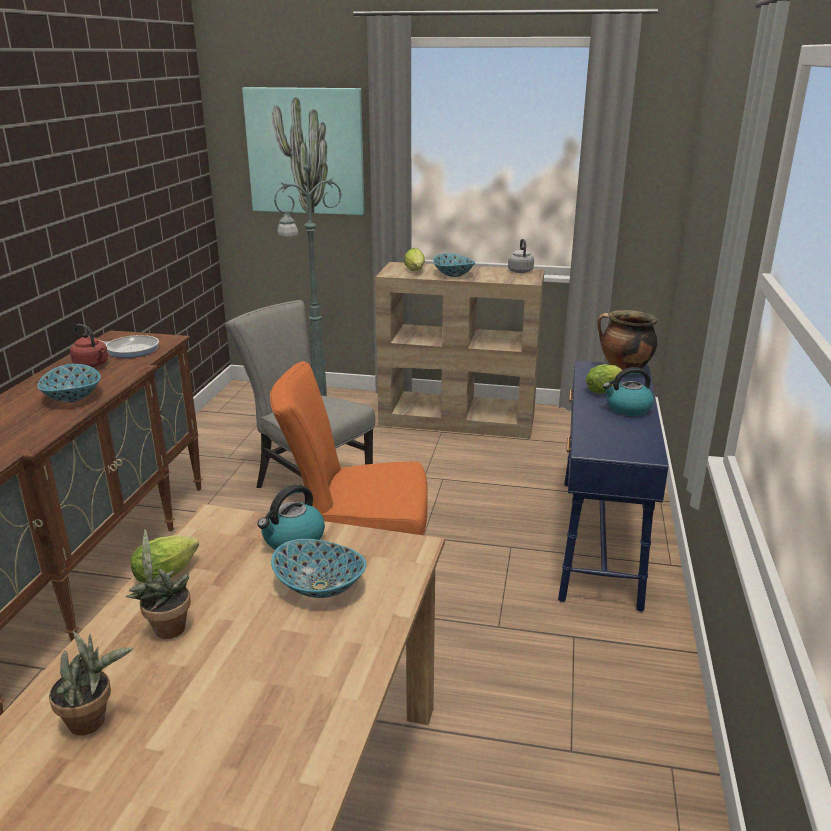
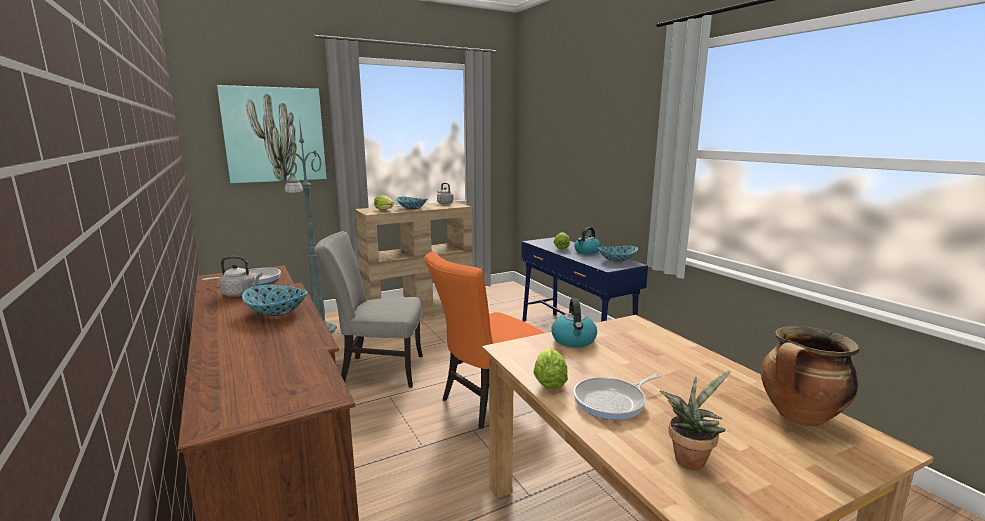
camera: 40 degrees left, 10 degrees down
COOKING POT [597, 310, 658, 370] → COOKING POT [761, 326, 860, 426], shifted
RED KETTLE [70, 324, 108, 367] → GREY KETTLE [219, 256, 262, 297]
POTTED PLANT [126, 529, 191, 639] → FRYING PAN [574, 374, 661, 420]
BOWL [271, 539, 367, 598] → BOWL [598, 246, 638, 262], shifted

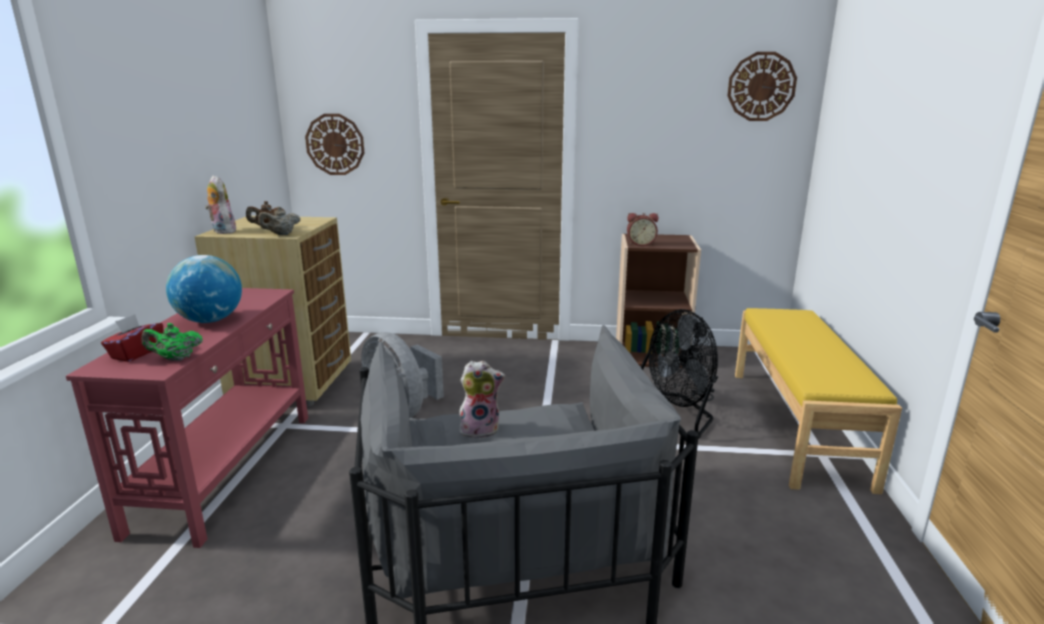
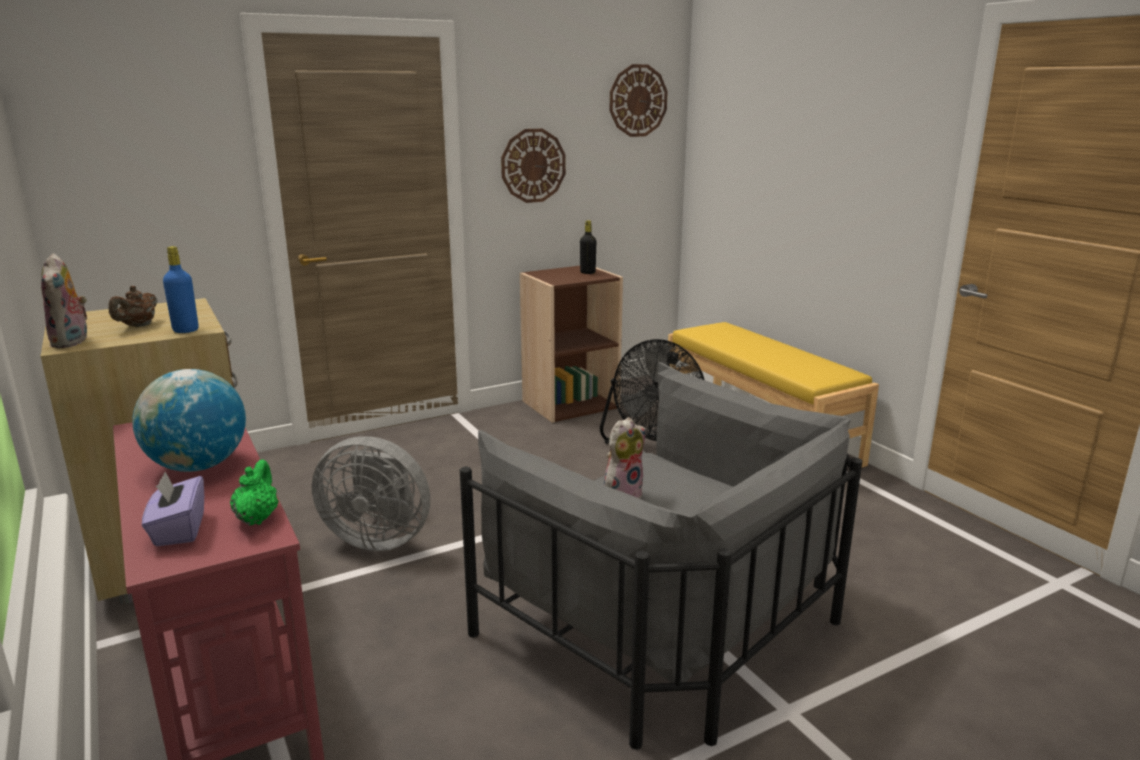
camera: 35 degrees left, 0 degrees up
WALL CLOCK [305, 114, 364, 175] → WALL CLOCK [501, 129, 566, 203], shifted
PLUSH TOY [205, 175, 236, 234] → PLUSH TOY [41, 253, 91, 348], 120 degrees counterclockwise
BEIGE TEAPOT [258, 207, 300, 235] → BLUE BOTTLE [163, 246, 199, 333]
ALARM CLOCK [627, 213, 658, 246] → -
RED TISSUE BOX [101, 314, 163, 362] → PURPLE TISSUE BOX [142, 472, 204, 546]
GREEN TEAPOT [141, 323, 203, 361] → GREEN TEAPOT [230, 460, 279, 525], 135 degrees clockwise
- → BLACK BOTTLE [580, 220, 596, 274]

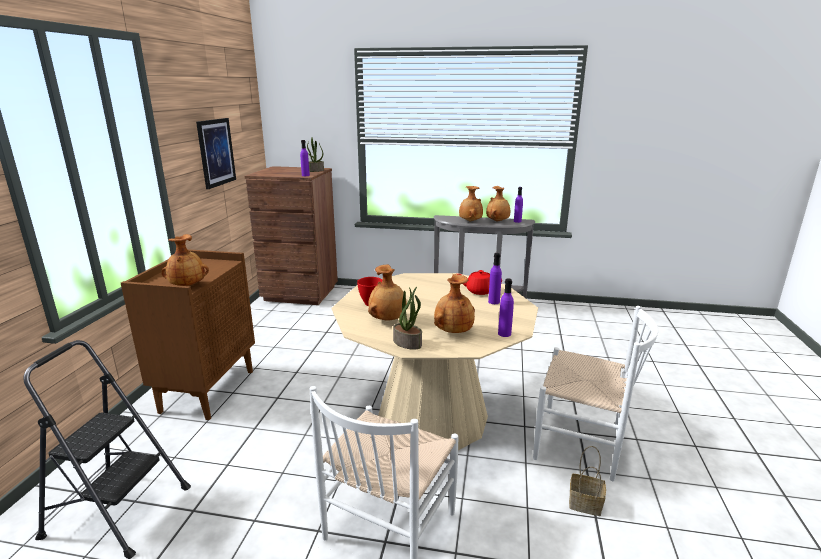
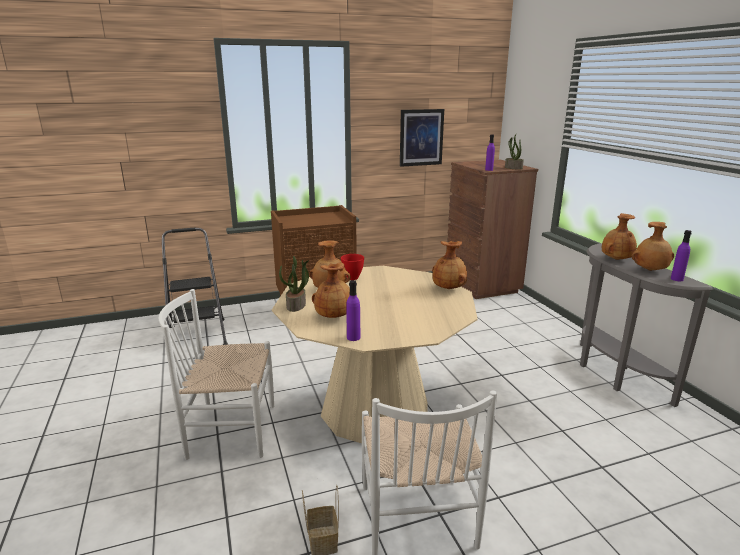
camera: 60 degrees right, 0 degrees up
BROWN VASE [161, 234, 209, 286] → BROWN VASE [432, 241, 467, 289], shifted
PURPLE BOTTLE [488, 253, 502, 304] → -
RED TEAPOT [459, 270, 502, 295] → -

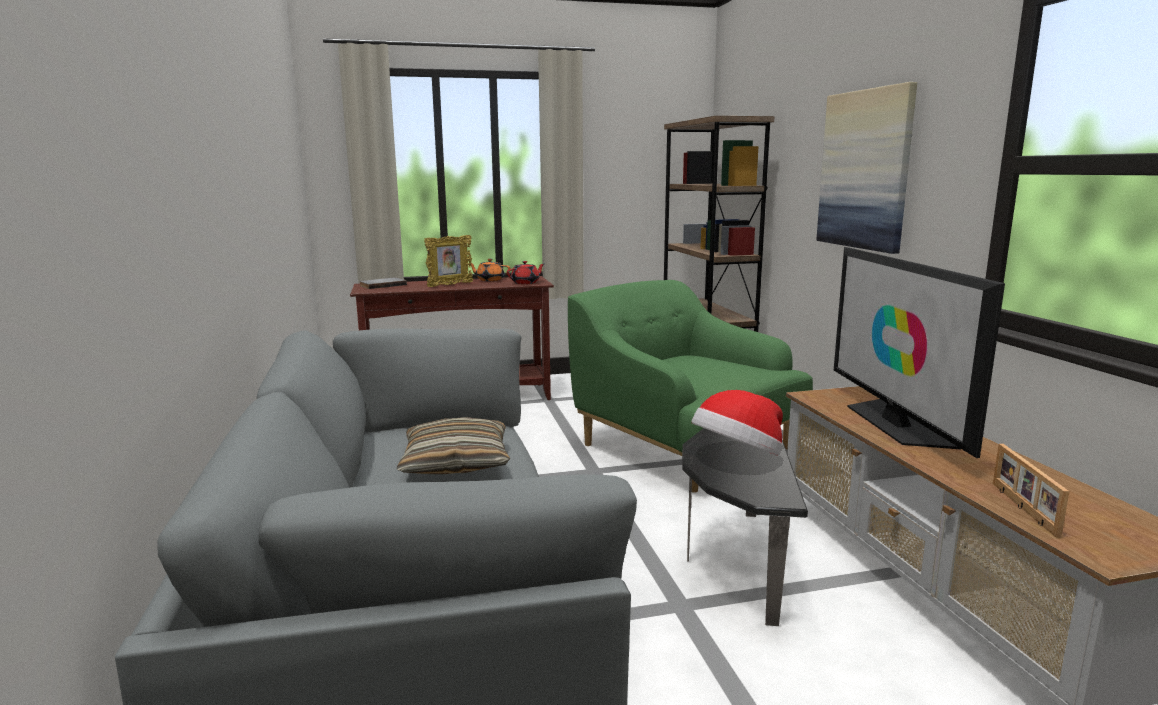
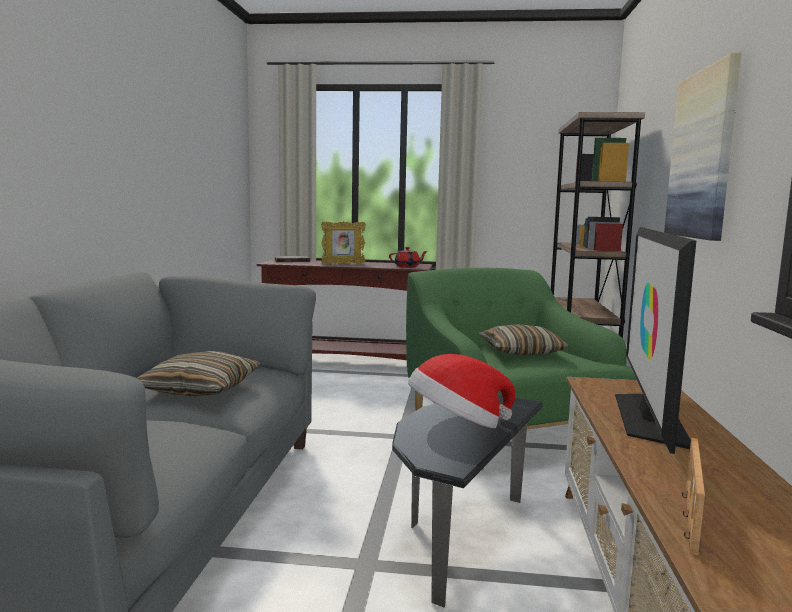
camera: 20 degrees right, 5 degrees down
ORANGE TEAPOT [471, 259, 510, 281] → -
- → PILLOW [479, 324, 568, 355]

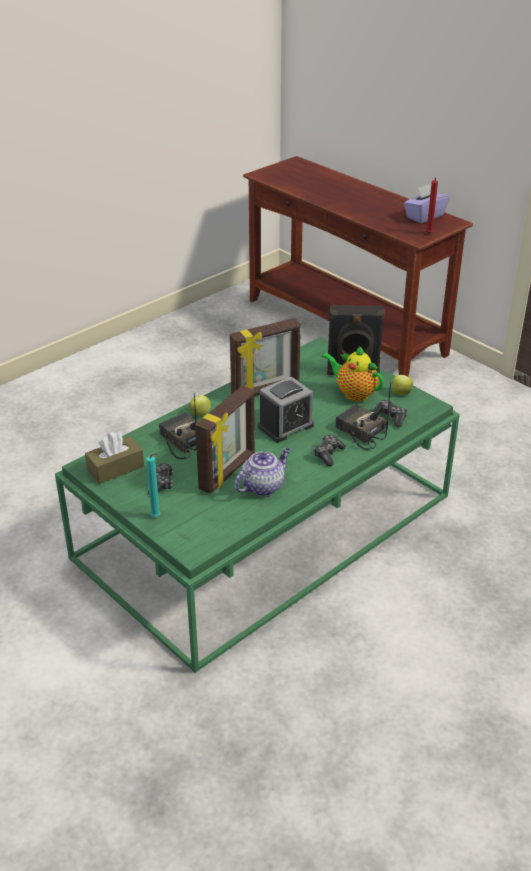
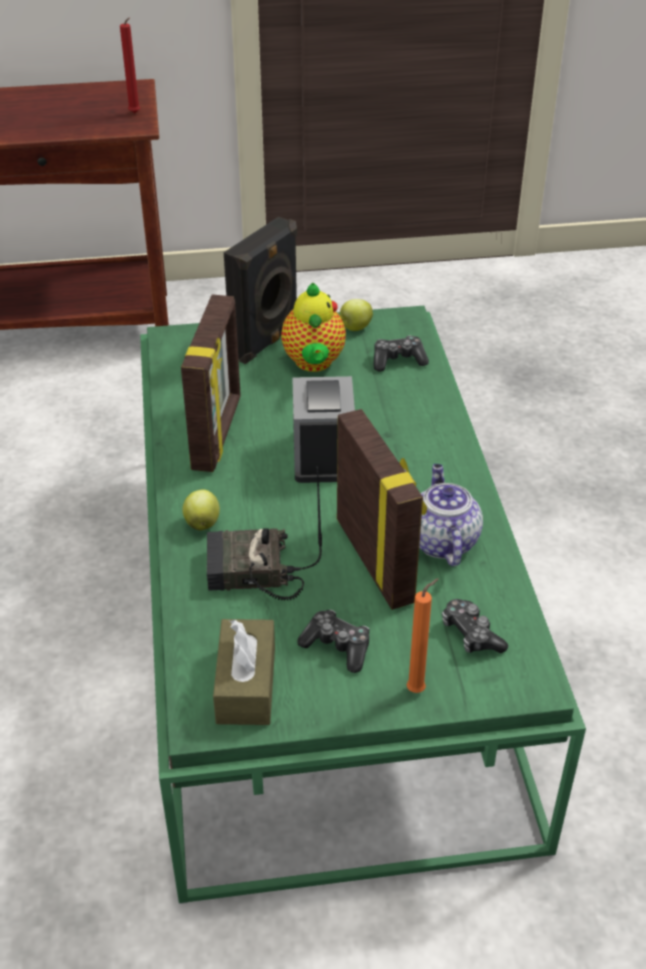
camera: 55 degrees left, 5 degrees up
PURPLE TISSUE BOX [404, 184, 450, 223] → -
TEAPOT [322, 346, 383, 401] → TEAPOT [281, 283, 346, 372], 75 degrees counterclockwise
RADIO [336, 382, 391, 450] → -
GAME CONTROLLER [314, 435, 346, 466] → GAME CONTROLLER [442, 599, 508, 653], shifted
TURQUOISE CANDLE [146, 453, 161, 517] → ORANGE CANDLE [407, 579, 438, 693]

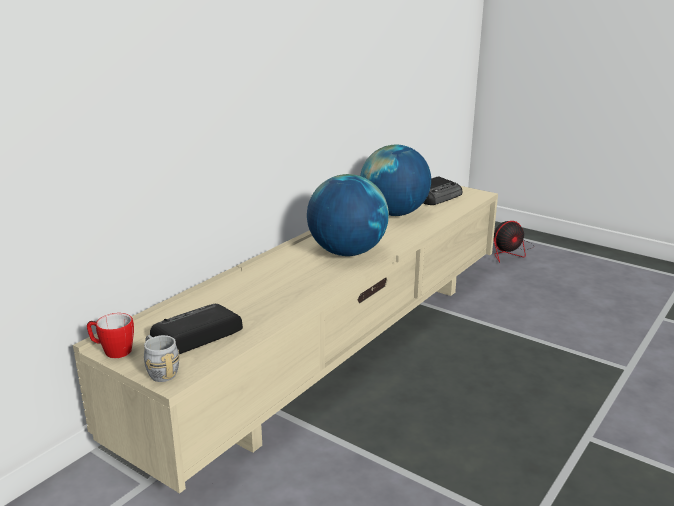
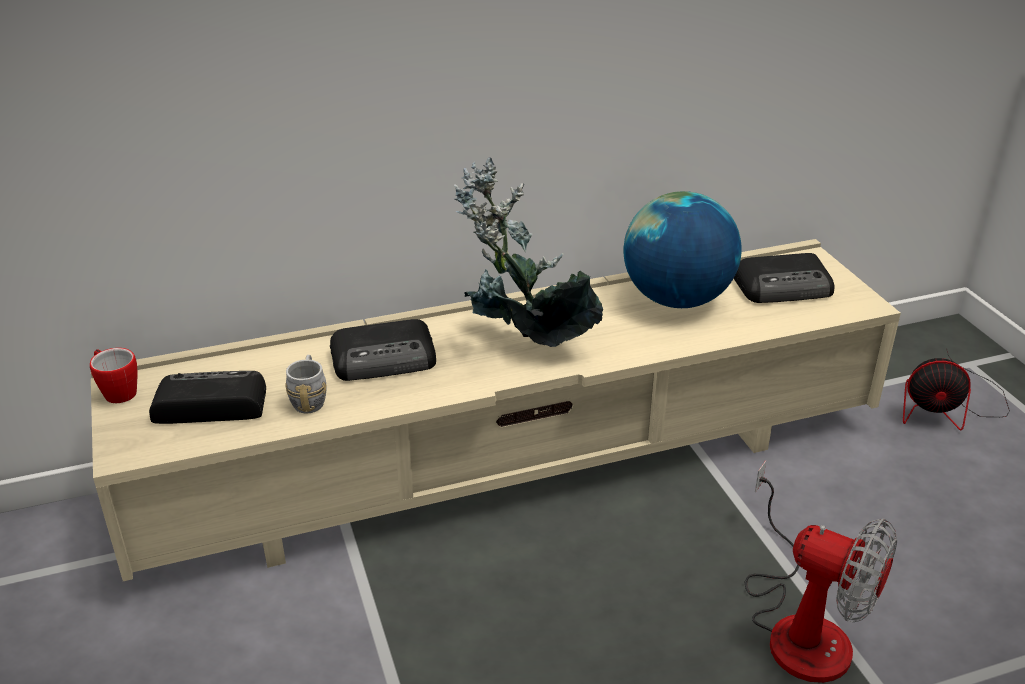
camera: 35 degrees right, 10 degrees up
GLOBE [307, 174, 389, 256] → POTTED PLANT [453, 157, 603, 347]
GREY MUG [144, 335, 180, 382] → GREY MUG [286, 355, 327, 413], shifted
- → RADIO [330, 319, 436, 381]
- → FAN [745, 460, 897, 683]

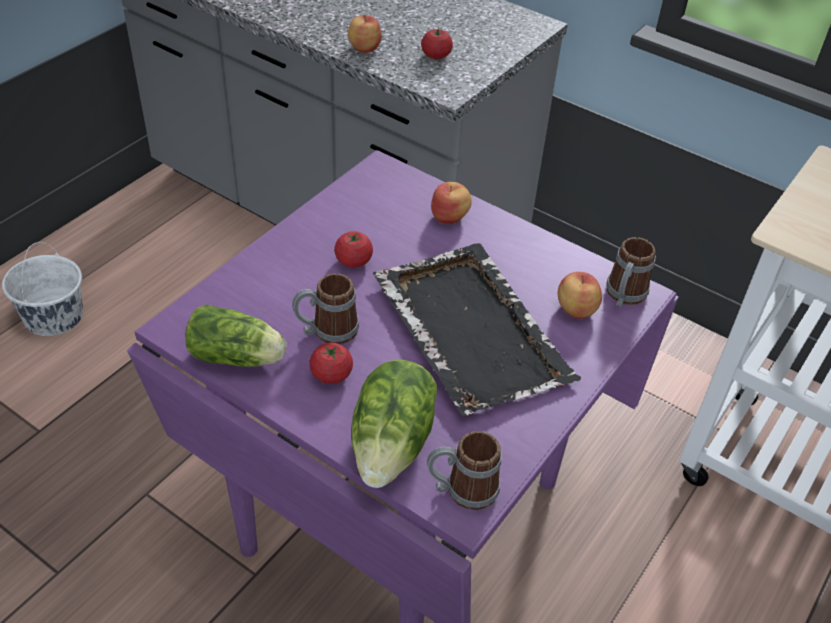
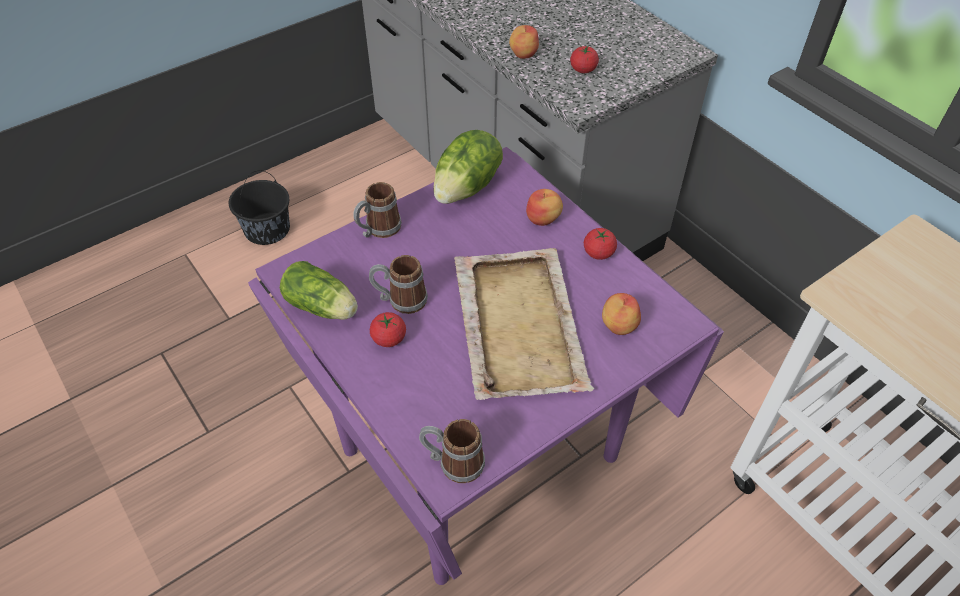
camera: 20 degrees right, 5 degrees up
TOMATO [334, 231, 373, 268] → TOMATO [584, 228, 617, 260], shifted
MUG [606, 237, 656, 307] → MUG [353, 182, 402, 238], shifted
WHITE BUCKET [2, 242, 83, 336] → BLACK BUCKET [228, 170, 290, 245]
BLACK TRAY [373, 243, 581, 416] → BEIGE TRAY [454, 248, 594, 400]
LETTUCE [351, 360, 437, 488] → LETTUCE [433, 130, 503, 204], shifted

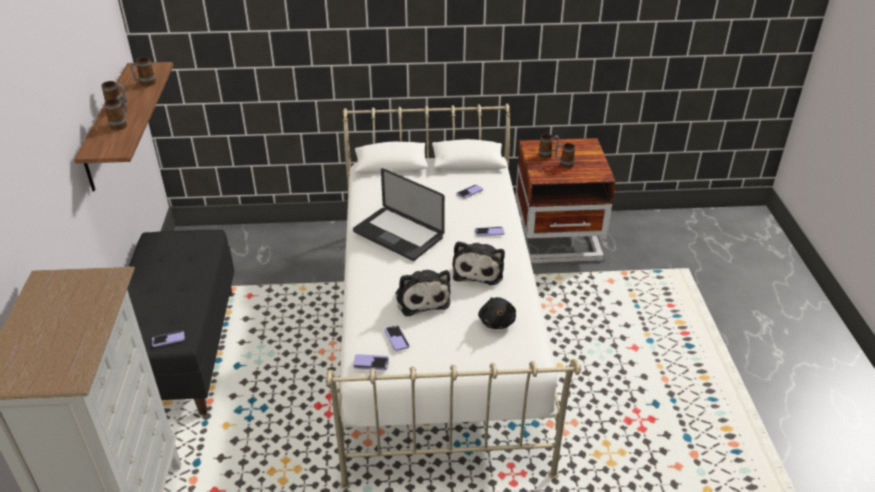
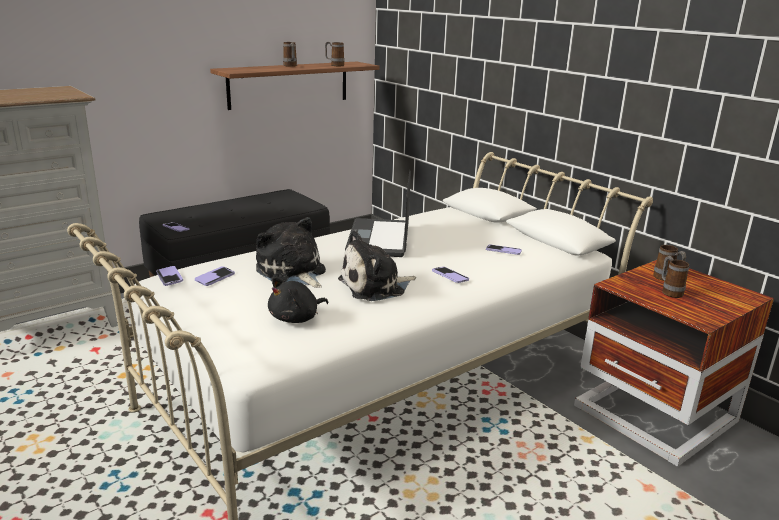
camera: 55 degrees right, 15 degrees down
MUG [104, 95, 127, 130] → -
PLUSH TOY [395, 270, 451, 317] → PLUSH TOY [256, 217, 326, 288], 105 degrees clockwise

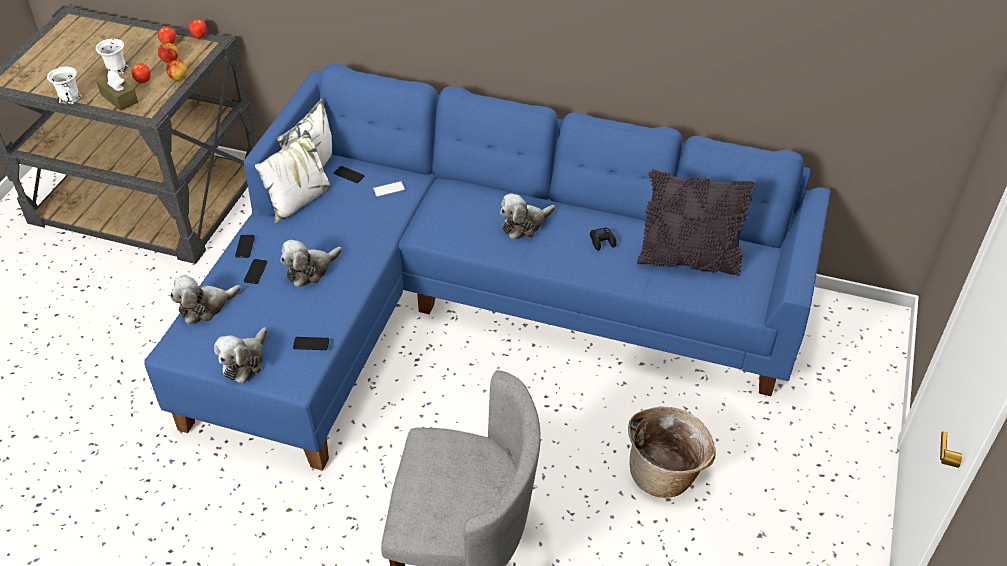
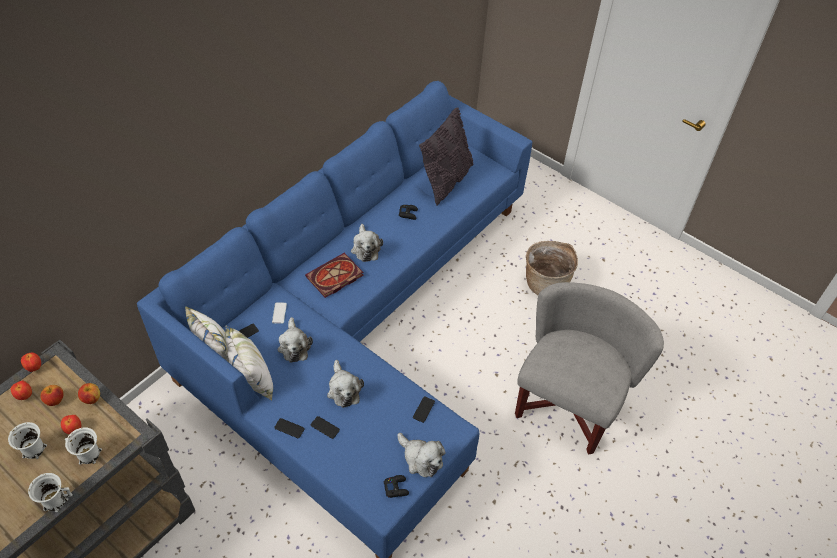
camera: 70 degrees left, 5 degrees up
BROWN TISSUE BOX [97, 71, 138, 111] → WHITE MUG [65, 427, 102, 465]
PLUSH TOY [170, 275, 241, 324] → PLUSH TOY [277, 317, 313, 363], shifted
- → BOOK [305, 253, 363, 298]
- → BLACK GAME CONTROLLER [384, 475, 409, 498]

